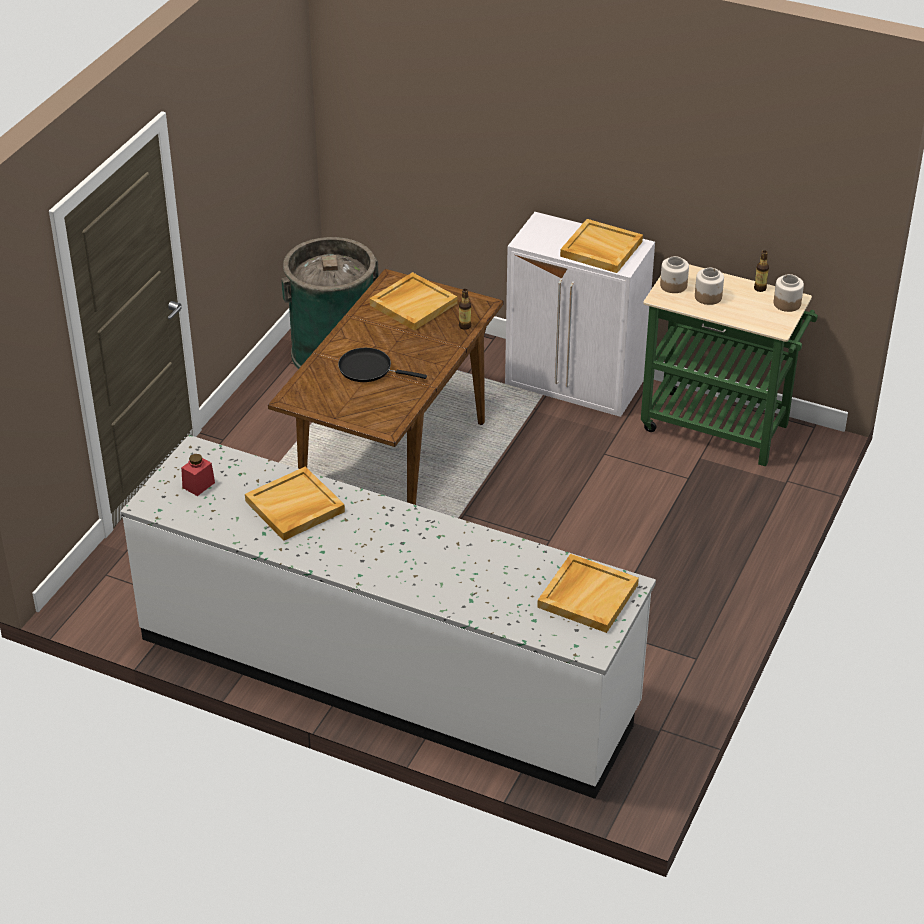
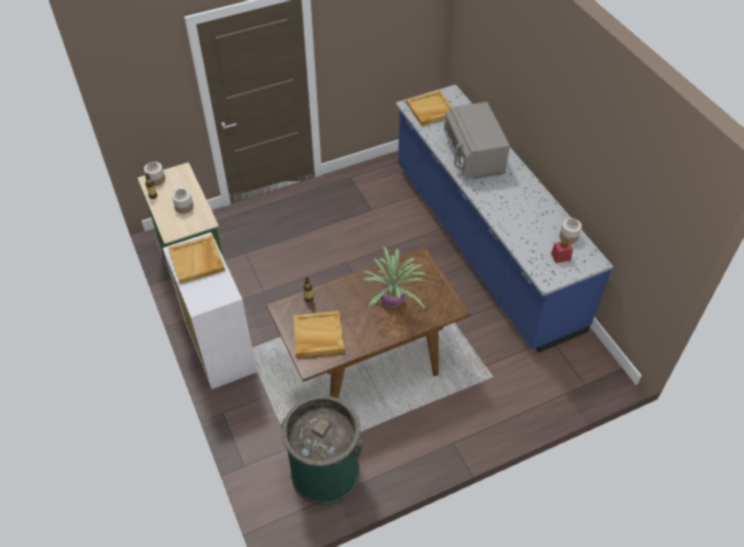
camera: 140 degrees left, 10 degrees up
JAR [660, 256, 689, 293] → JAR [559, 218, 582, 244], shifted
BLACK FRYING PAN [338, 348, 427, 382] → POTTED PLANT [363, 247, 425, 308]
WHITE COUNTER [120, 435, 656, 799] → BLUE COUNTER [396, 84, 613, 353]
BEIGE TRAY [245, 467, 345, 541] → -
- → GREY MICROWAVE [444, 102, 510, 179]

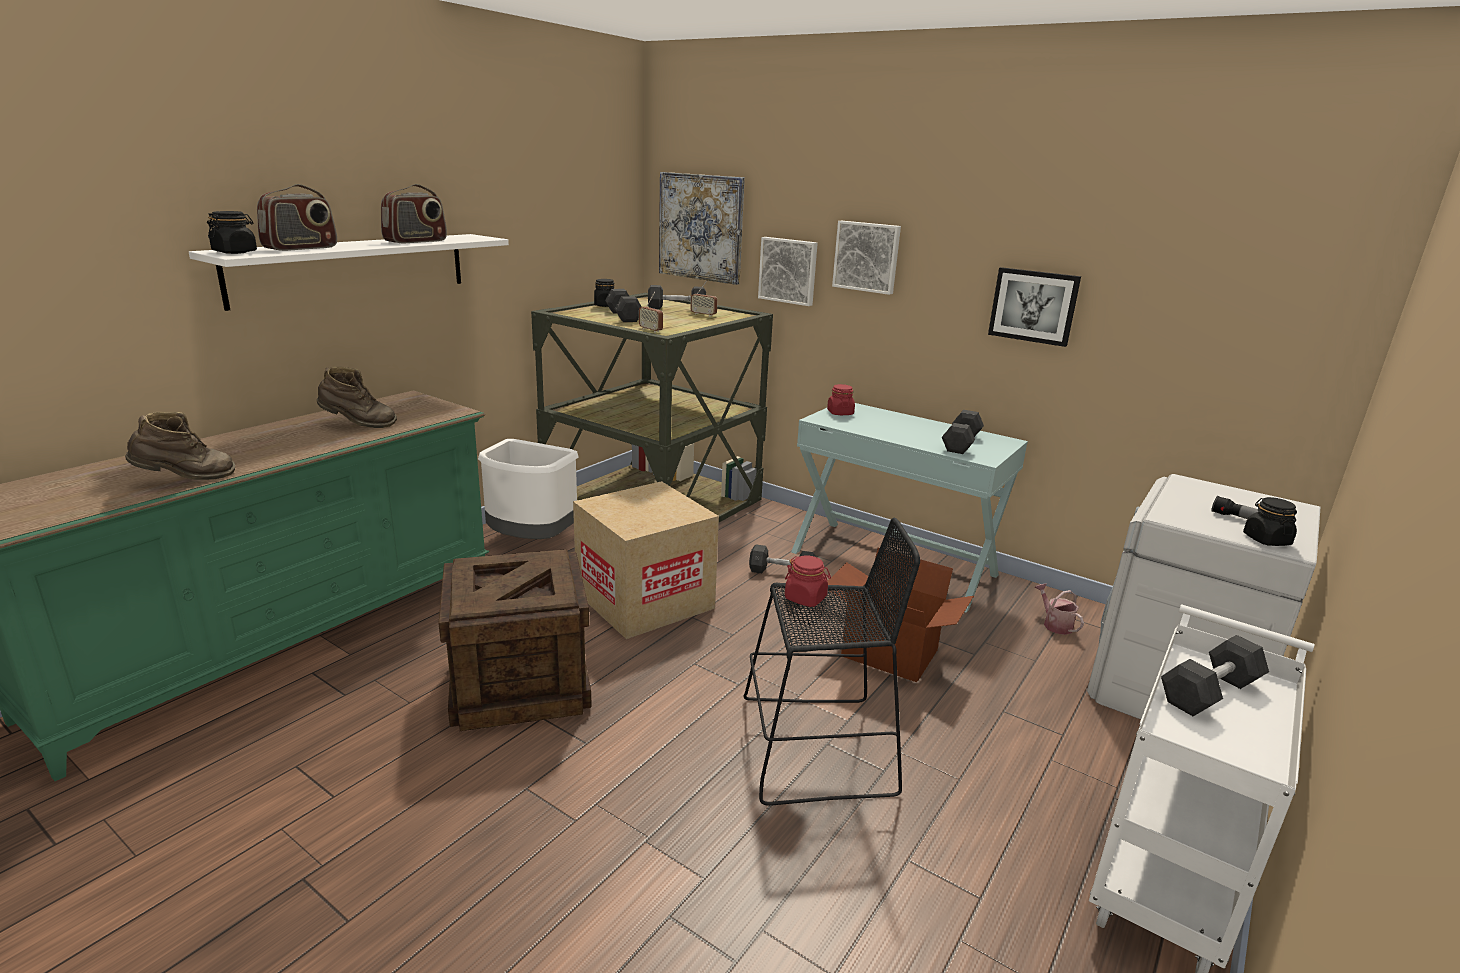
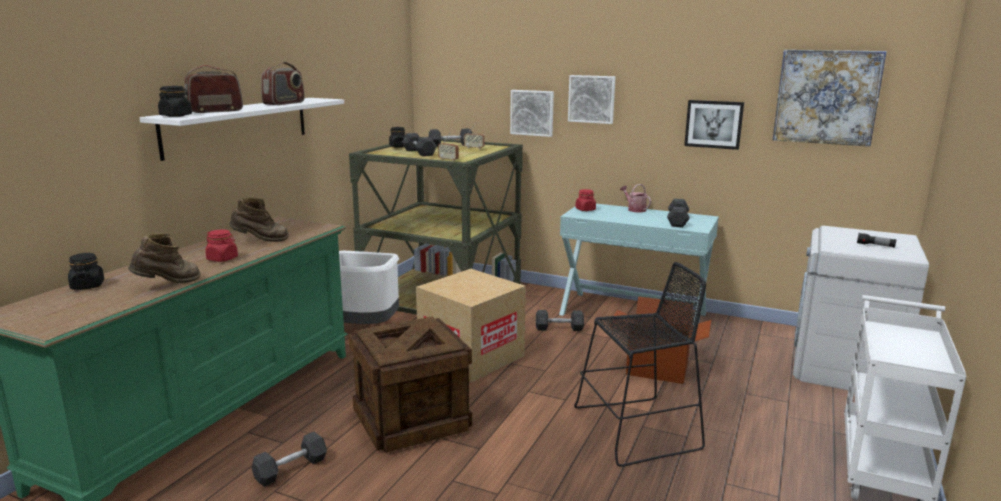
camera: 10 degrees left, 5 degrees down
PICTURE [659, 172, 745, 285] → PICTURE [773, 50, 887, 147], shifted
RADIO [257, 184, 337, 251] → RADIO [184, 65, 243, 113], 150 degrees counterclockwise
BLACK JAR [1243, 497, 1297, 546] → BLACK JAR [68, 253, 104, 290], shifted
RED JAR [785, 556, 831, 607] → RED JAR [205, 229, 238, 262], shifted
WATERING CAN [1034, 583, 1084, 635] → WATERING CAN [620, 184, 651, 212], shifted
GREY DUMBBELL [1161, 635, 1269, 716] → GREY DUMBBELL [252, 432, 327, 487], shifted

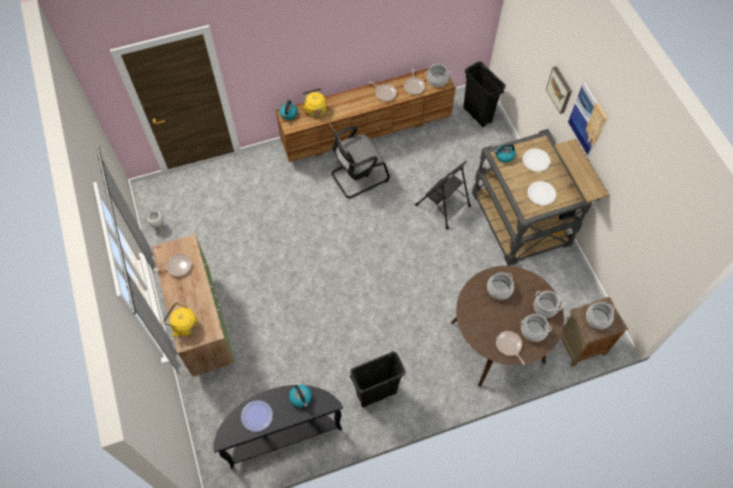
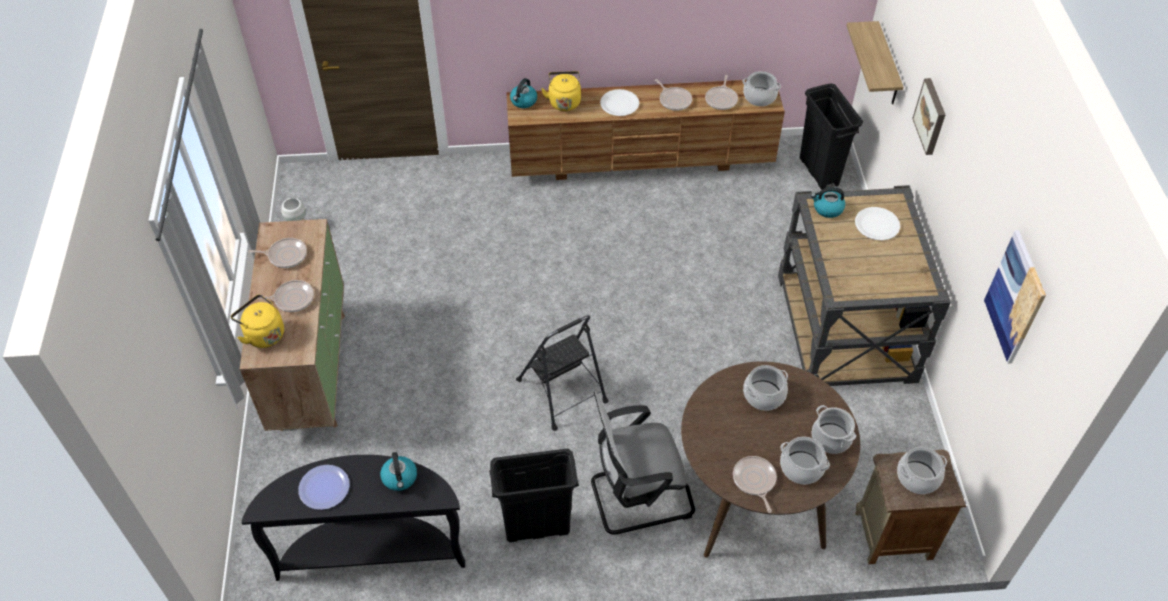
camera: 15 degrees right, 10 degrees down
PICTURE [568, 82, 607, 156] → PICTURE [984, 230, 1046, 364], shifted
CHAIR [328, 122, 390, 198] → CHAIR [591, 391, 695, 534], shifted
SHELF [554, 139, 609, 203] → SHELF [846, 21, 903, 104], shifted
BLACK STEP LADDER [415, 161, 471, 230] → BLACK STEP LADDER [516, 315, 609, 431], shifted
WHITE PLATE [528, 181, 556, 205] → WHITE PLATE [600, 89, 639, 116], shifted
- → FRYING PAN [256, 280, 314, 312]

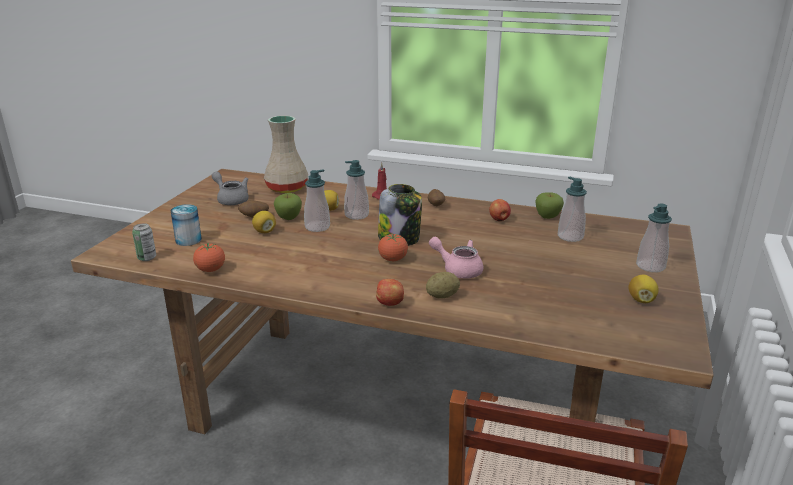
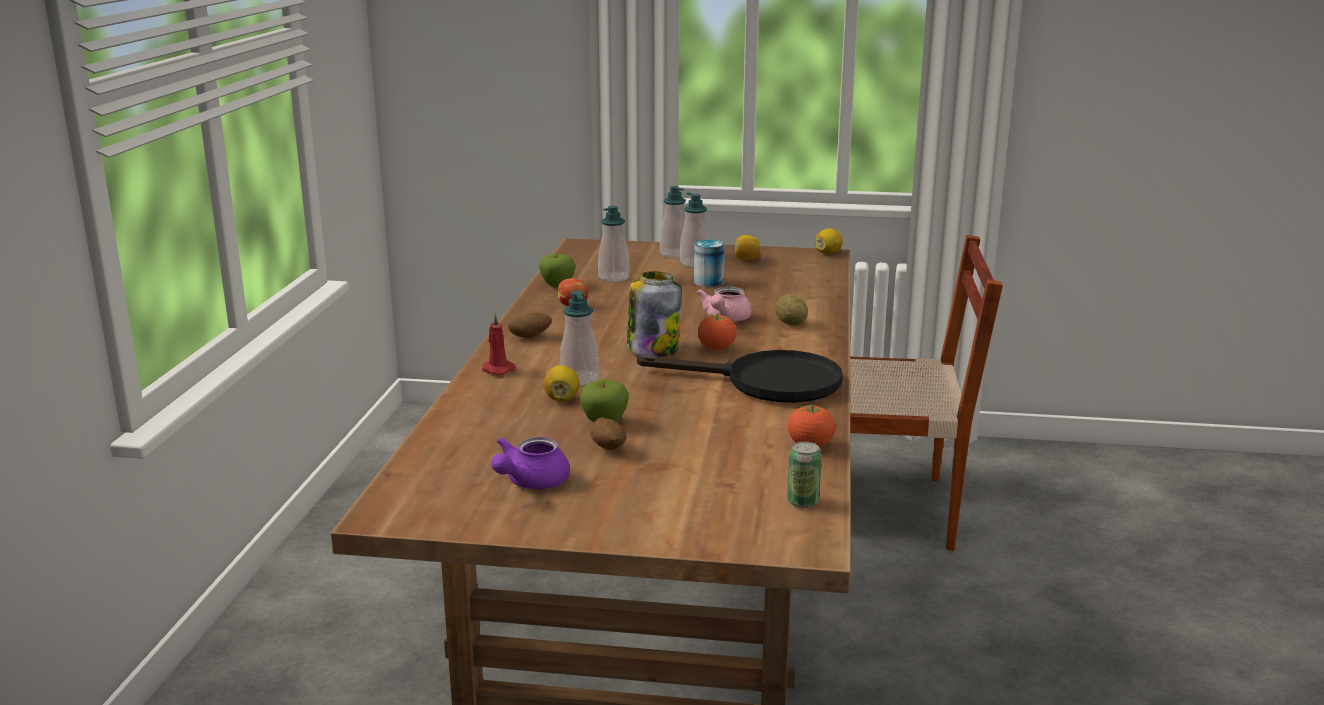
camera: 100 degrees left, 5 degrees down
BEIGE VASE [264, 116, 308, 193] → -
SOAP DISPENSER [304, 169, 330, 232] → SOAP DISPENSER [680, 192, 709, 267], shifted
GREY TEAPOT [212, 172, 249, 205] → PURPLE TEAPOT [491, 437, 570, 489]
CAN [171, 204, 202, 246] → CAN [694, 239, 725, 287], shifted
LEMON [252, 211, 276, 233] → LEMON [815, 228, 843, 254], shifted
APPLE [376, 279, 404, 306] → -
- → BLACK FRYING PAN [637, 350, 843, 403]

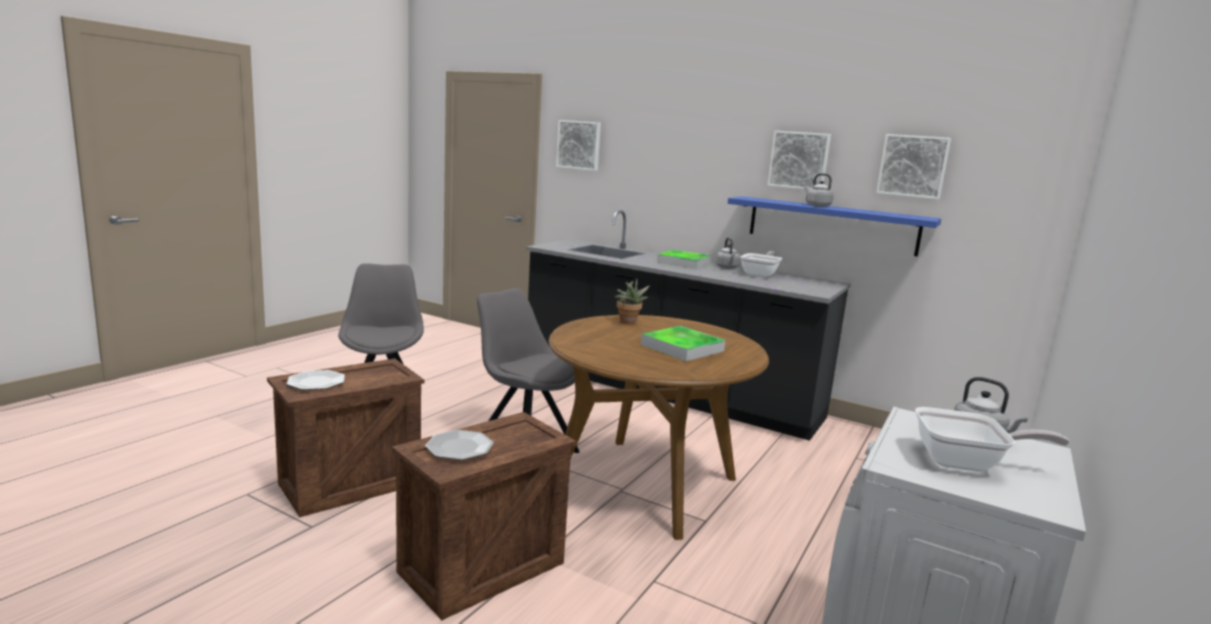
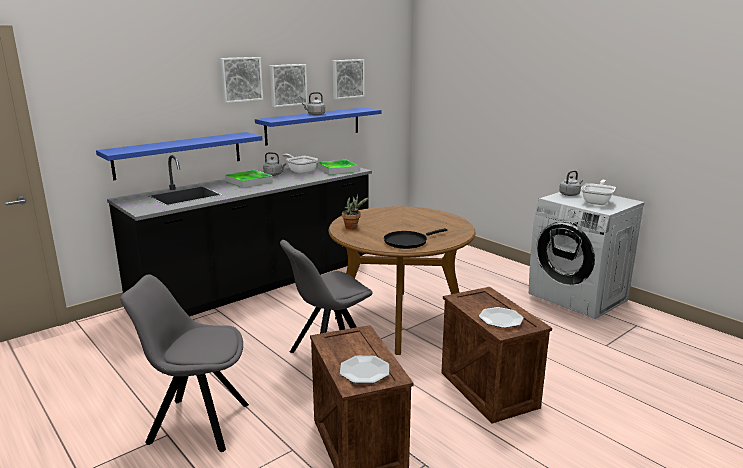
camera: 70 degrees left, 5 degrees up
PICTURE [556, 120, 601, 171] → PICTURE [220, 57, 263, 103], shifted
TRAY [641, 326, 725, 361] → TRAY [318, 160, 359, 175], shifted
- → BLUE SHELF [96, 132, 262, 180]
- → BLACK FRYING PAN [384, 228, 447, 249]

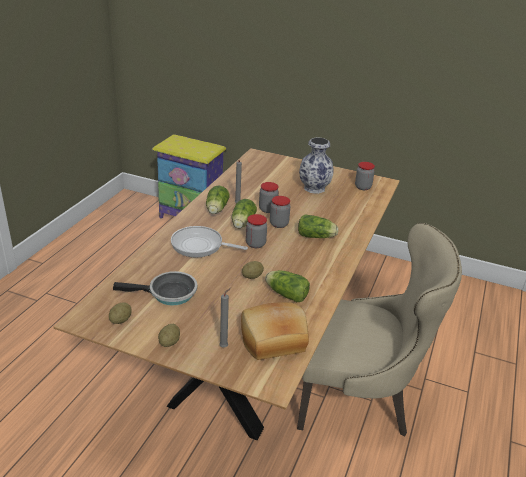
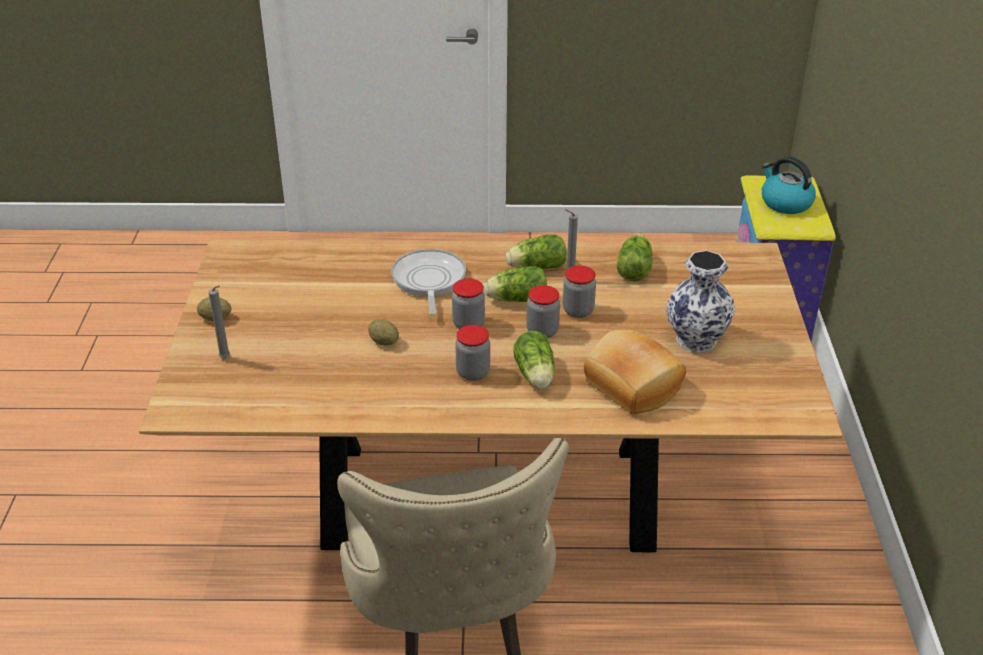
camera: 70 degrees right, 5 degrees up
JAR [355, 162, 375, 190] → JAR [455, 325, 490, 381], shifted
LETTUCE [265, 270, 310, 302] → LETTUCE [617, 234, 652, 281], shifted
FRYING PAN [113, 271, 197, 305] → -
POTATO [109, 302, 132, 324] → -
BREAD [241, 303, 309, 360] → BREAD [584, 330, 686, 414], shifted
- → KETTLE [762, 156, 816, 214]

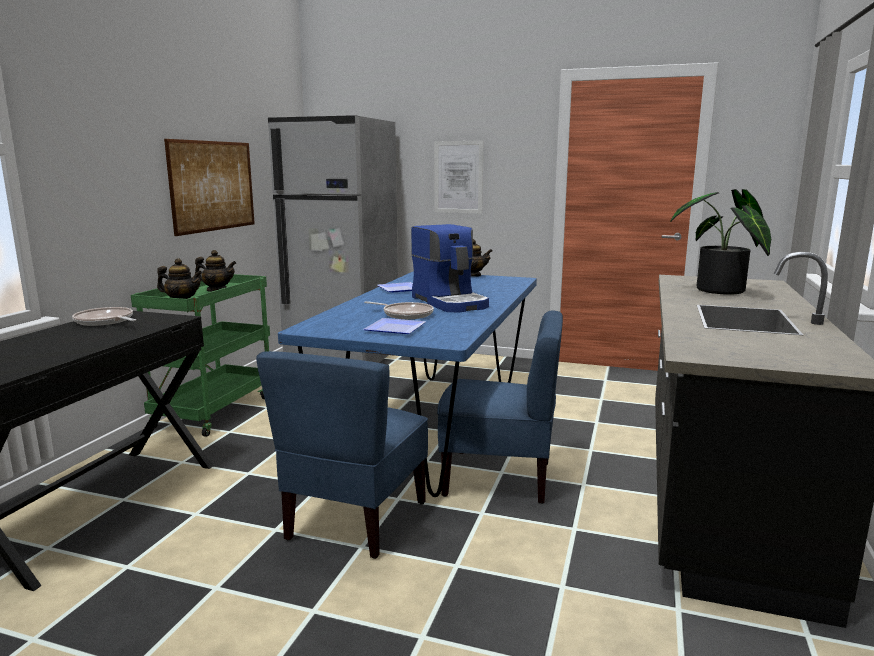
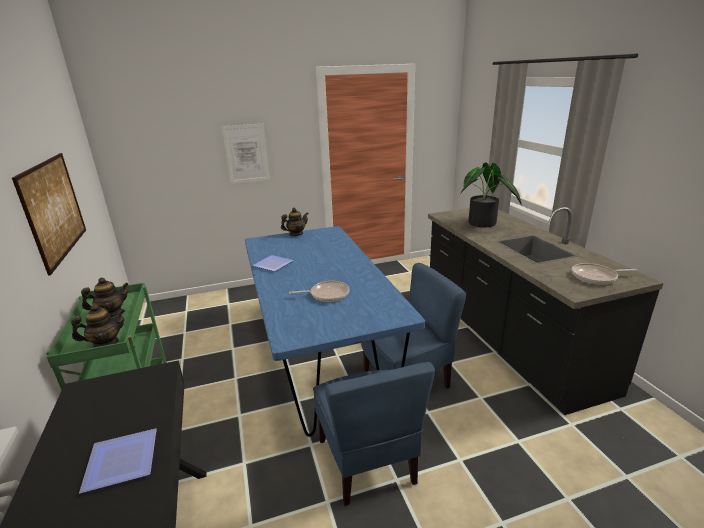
camera: 35 degrees left, 10 degrees up
GREY FRIDGE [268, 115, 398, 363] → -
COFFEE MACHINE [411, 224, 489, 313] → -
FRYING PAN [72, 307, 136, 326] → FRYING PAN [572, 263, 638, 284], shifted
PLATE [363, 318, 426, 334] → PLATE [79, 428, 157, 493], shifted

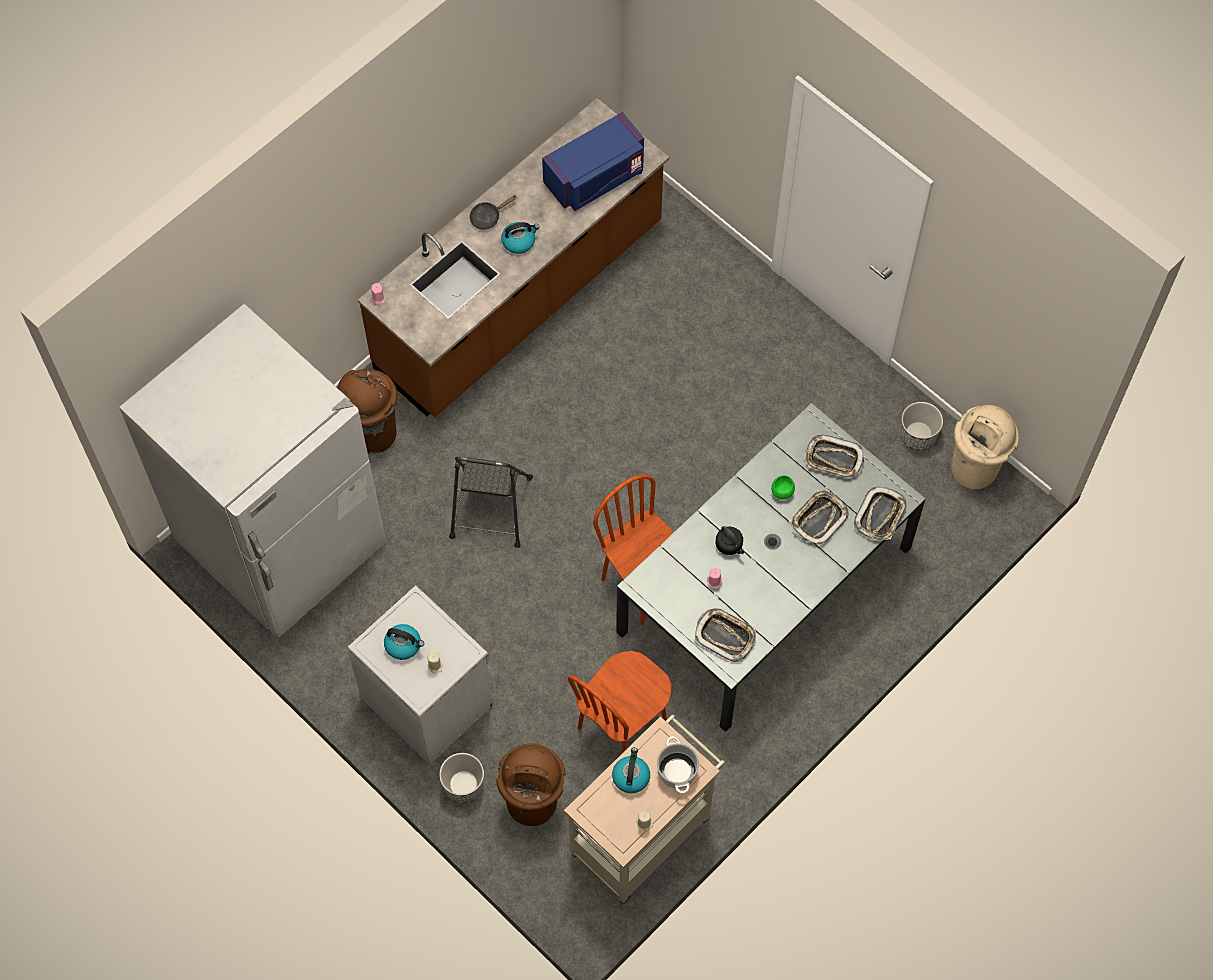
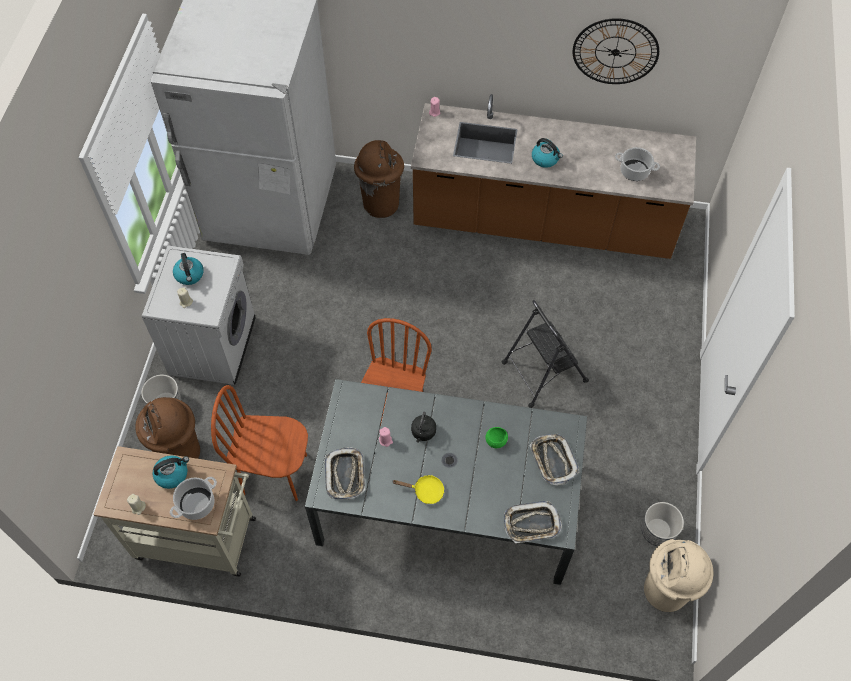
camera: 55 degrees right, 5 degrees down
BLUE MICROWAVE [542, 112, 644, 211] → COOKING POT [615, 147, 660, 181]
BLACK FRYING PAN [469, 195, 517, 230] → -
BLACK STEP LADDER [449, 457, 533, 548] → BLACK STEP LADDER [501, 300, 589, 408], shifted
TRAY [792, 490, 849, 545] → -
- → WALL CLOCK [573, 18, 659, 84]
- → YELLOW FRYING PAN [393, 475, 444, 504]

